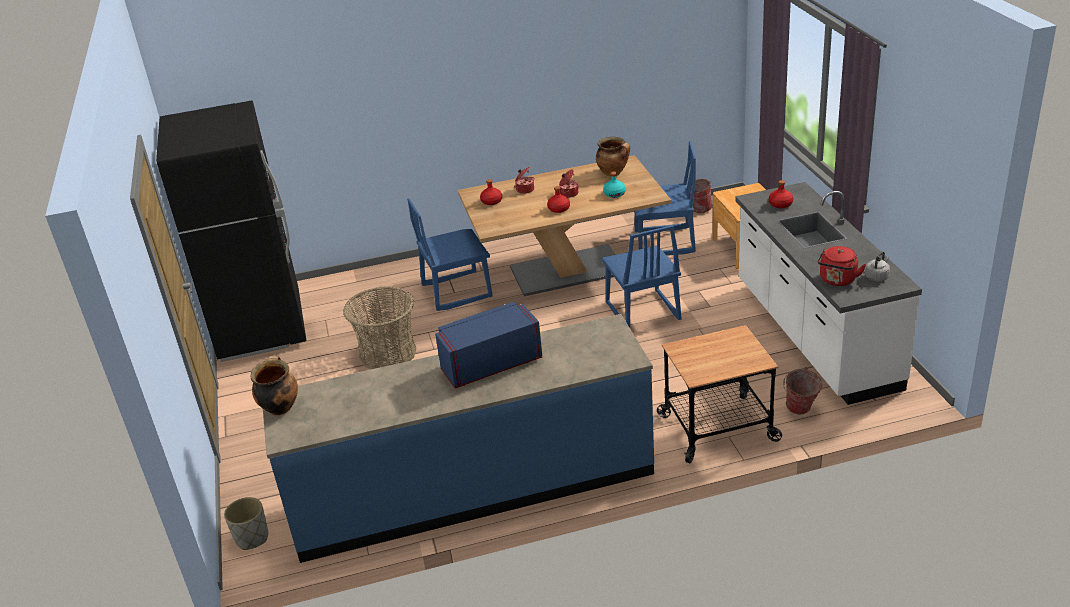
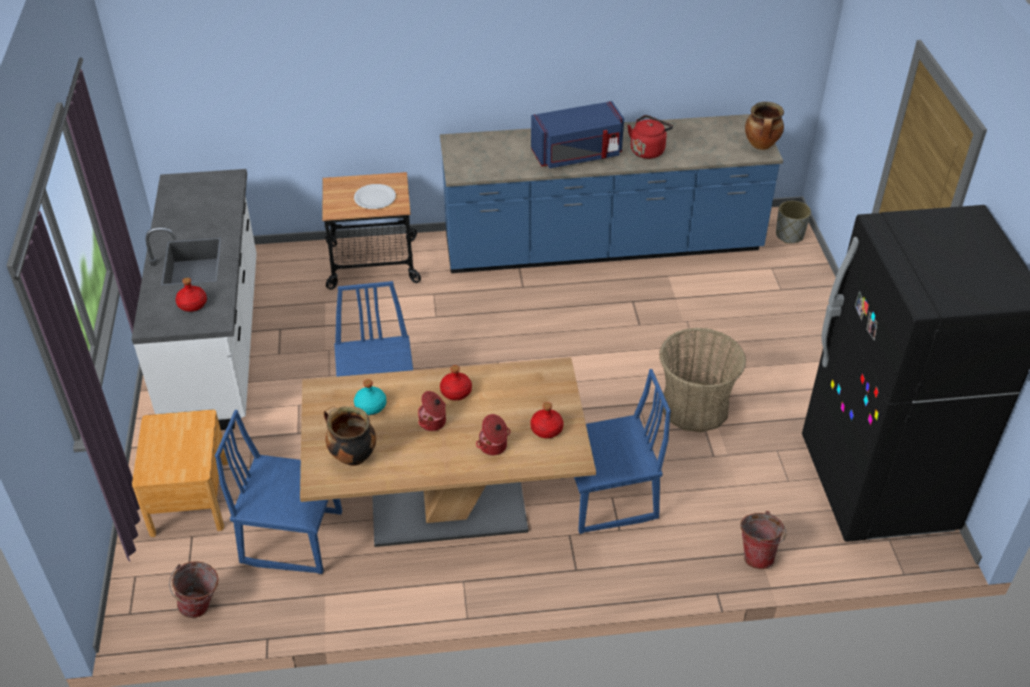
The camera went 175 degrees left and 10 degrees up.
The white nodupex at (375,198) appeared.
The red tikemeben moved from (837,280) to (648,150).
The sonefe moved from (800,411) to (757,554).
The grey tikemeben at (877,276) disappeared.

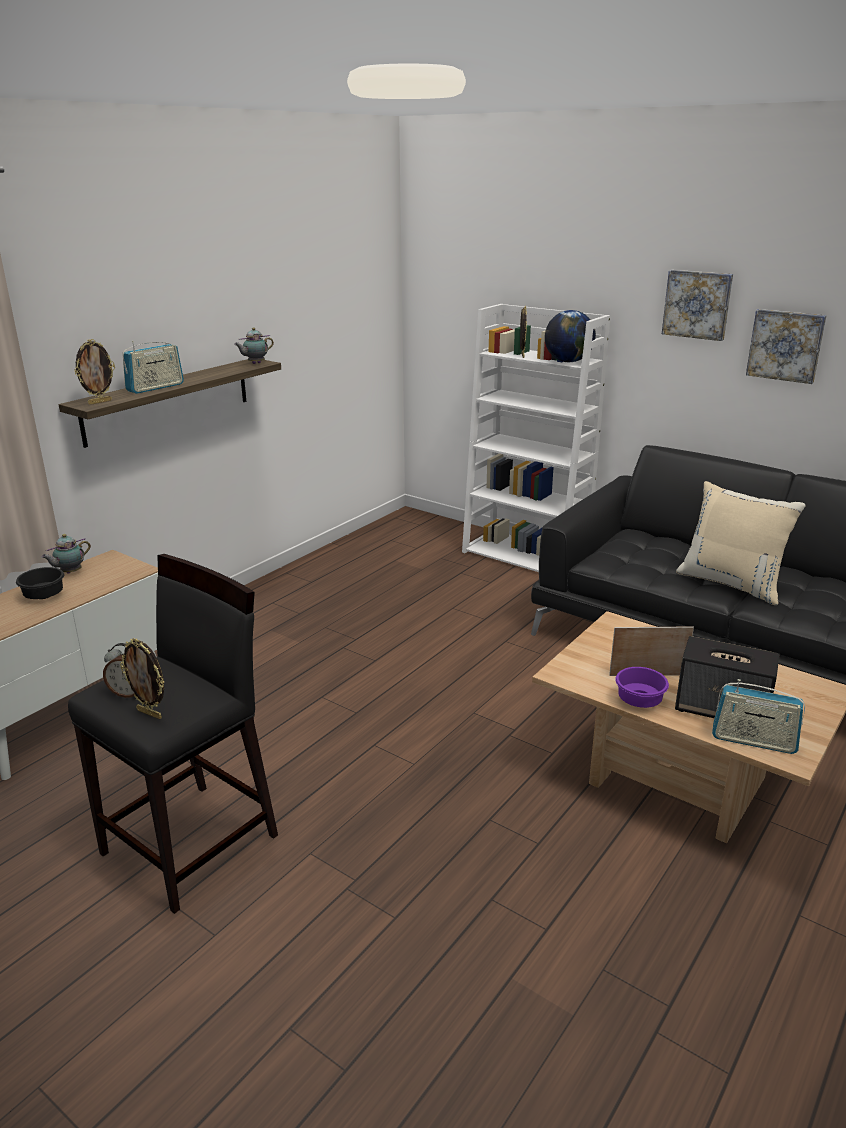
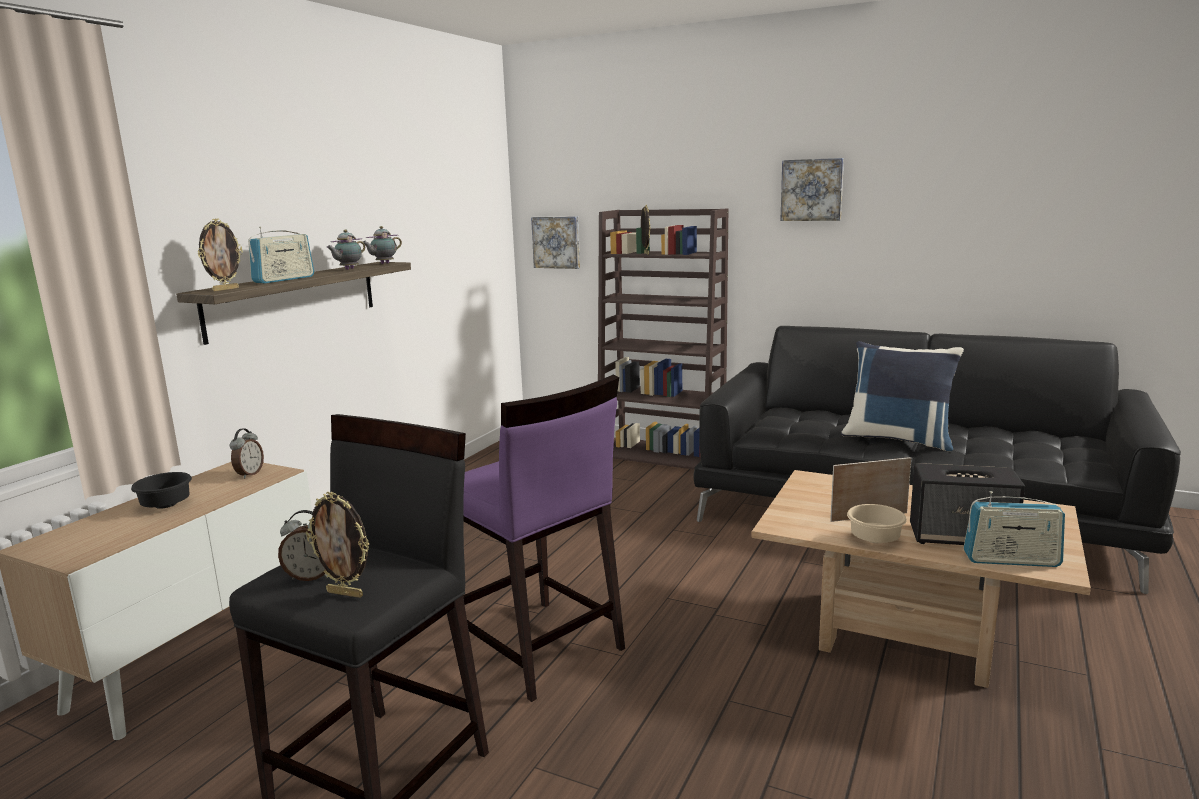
The camera went 10 degrees left and 10 degrees down.
The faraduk at (249,474) appeared.
The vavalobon moved from (70,572) to (348,269).
The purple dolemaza at (539,649) appeared.
The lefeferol moved from (786,345) to (557,242).
The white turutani at (526,556) became the brown turutani at (663,456).
The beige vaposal at (731,583) became the blue vaposal at (898,439).
The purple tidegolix at (641,701) became the beige tidegolix at (876,539).
The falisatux at (568,361) disappeared.

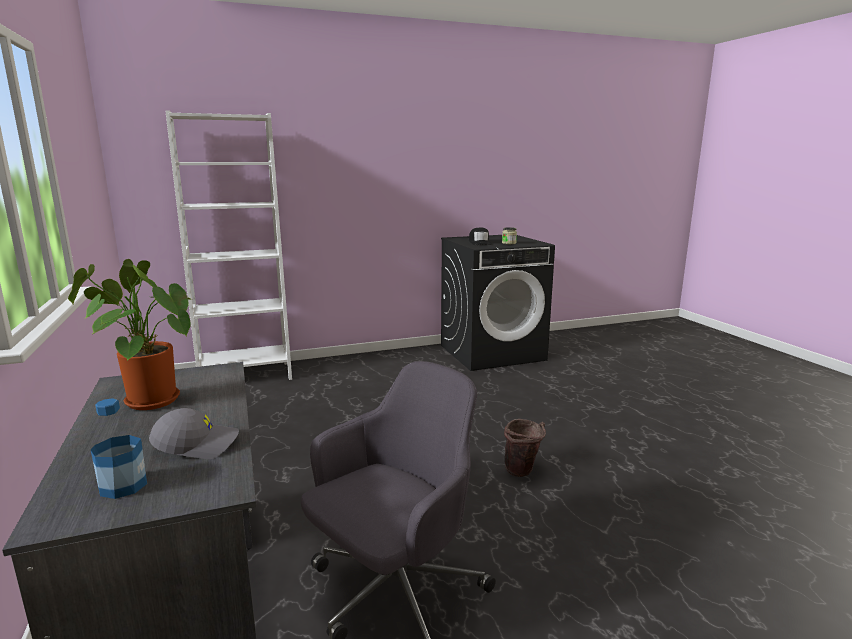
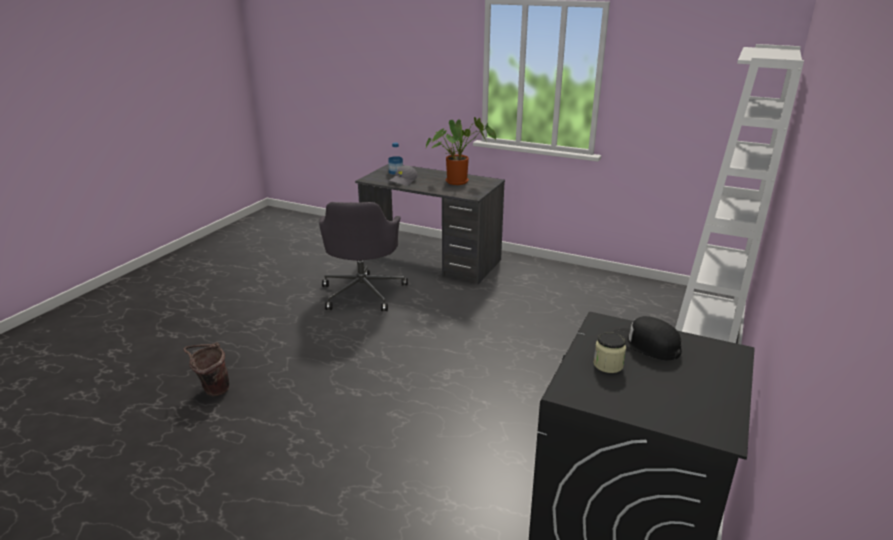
The camera went 135 degrees right and 10 degrees up.
The brown sonefe moved from (522,472) to (212,390).

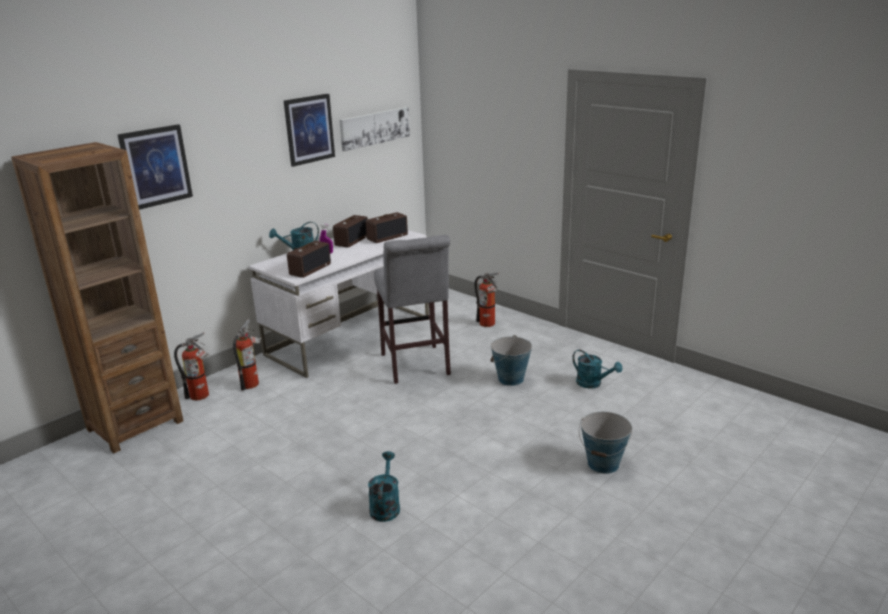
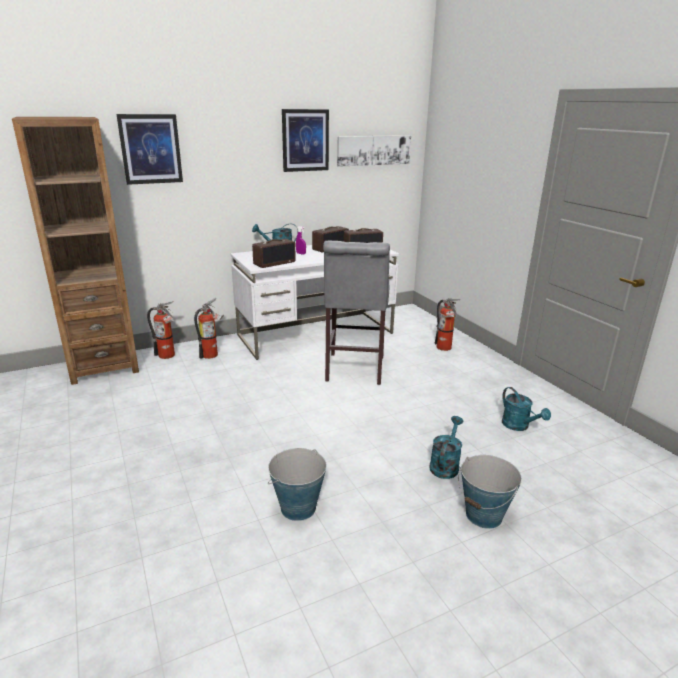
The camera went 20 degrees right and 0 degrees up.
The sonefe moved from (510,379) to (298,508).
The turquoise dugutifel moved from (385,506) to (445,465).

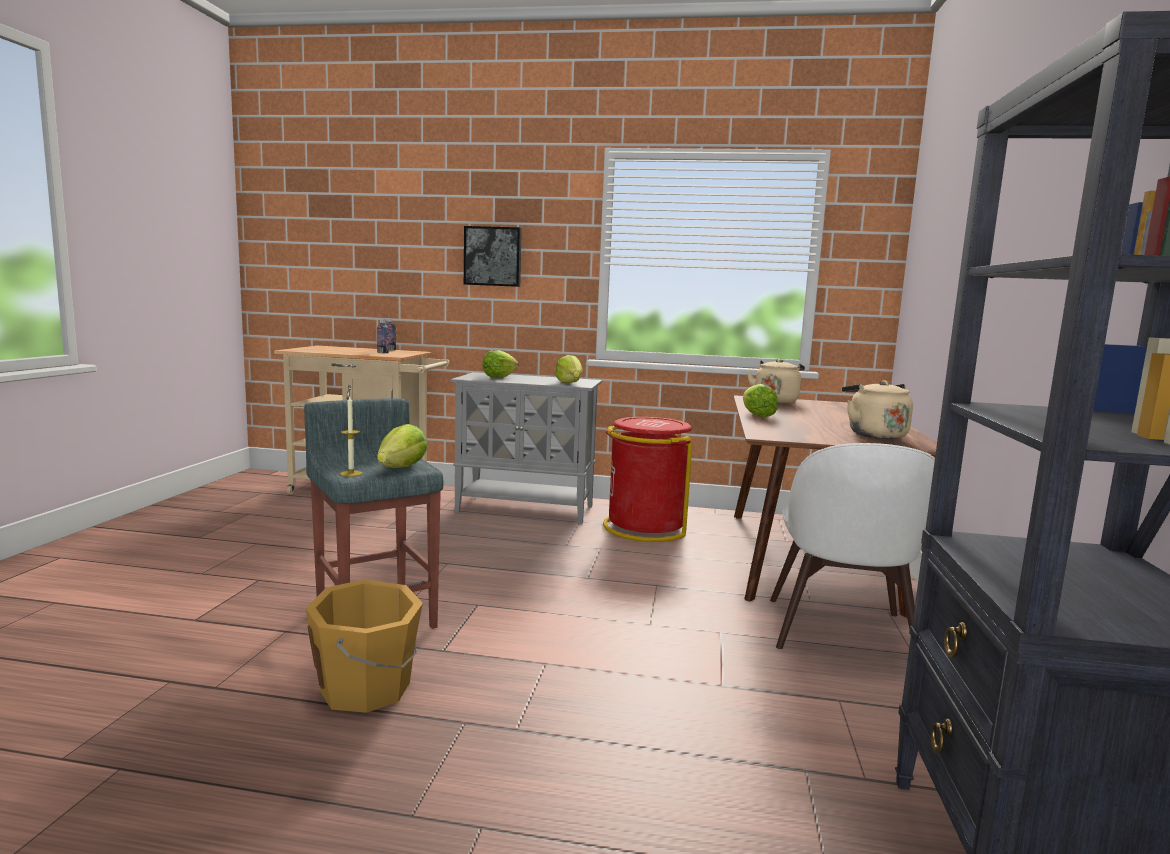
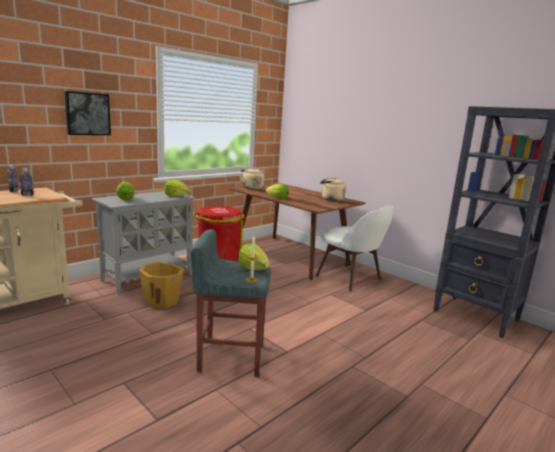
The camera went 55 degrees left and 5 degrees up.
The orange sonefe moved from (367,688) to (163,301).

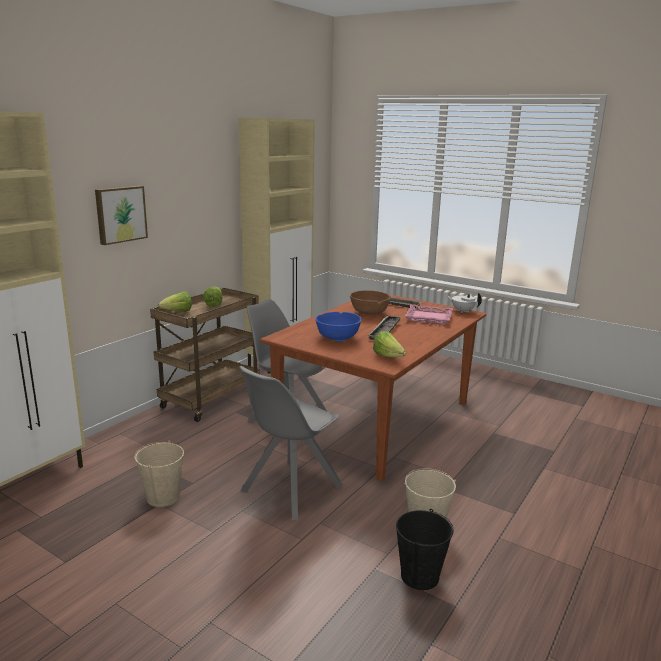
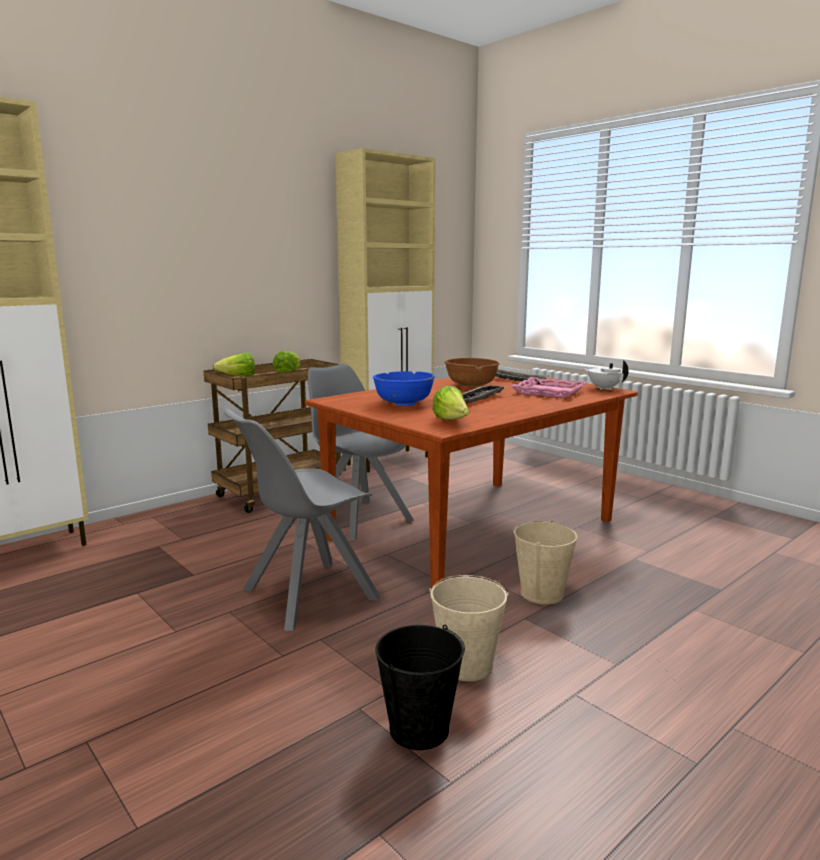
The camera went 15 degrees right and 5 degrees down.
The beige sonefe moved from (163,497) to (542,594).
The lefeferol at (120,214) disappeared.

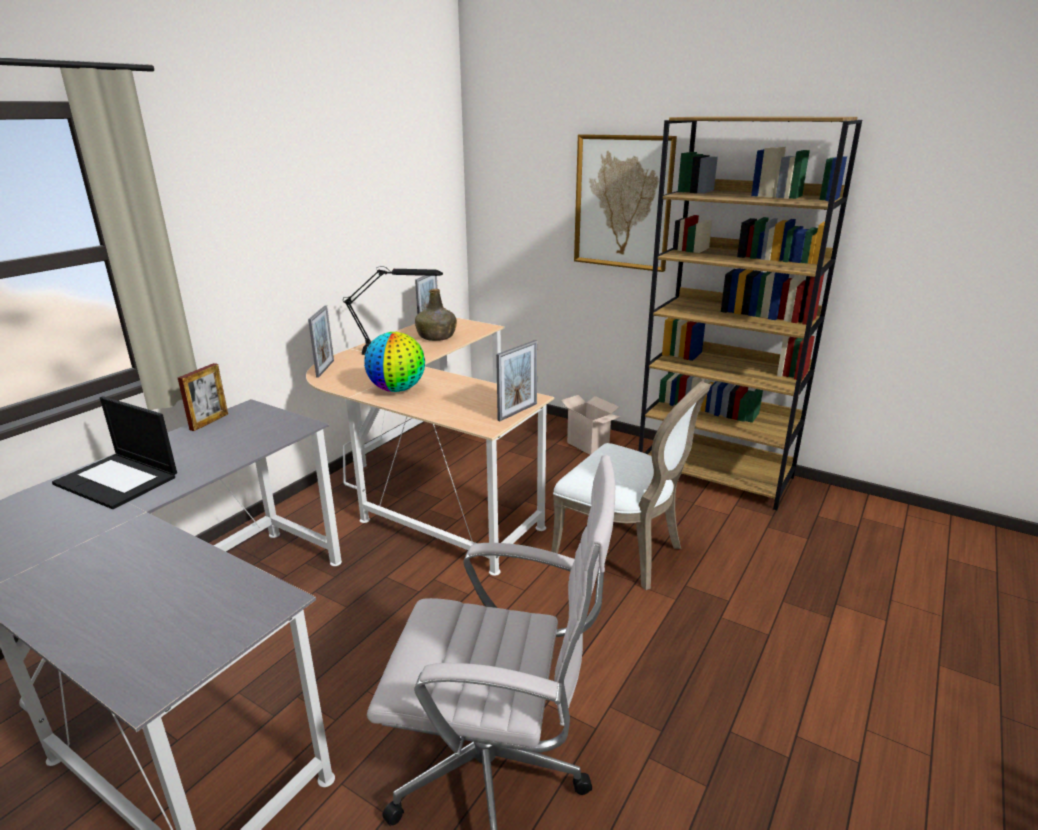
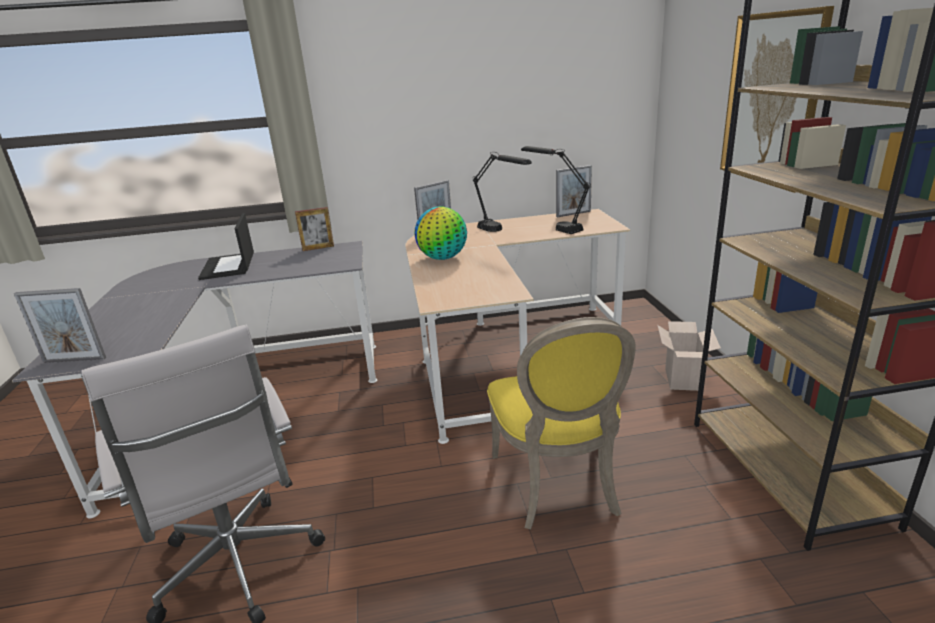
The camera went 50 degrees right and 0 degrees up.
The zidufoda moved from (517,412) to (74,360).
The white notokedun at (623,552) became the yellow notokedun at (559,486).
The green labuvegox at (437,337) was replaced by the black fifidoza at (554,226).

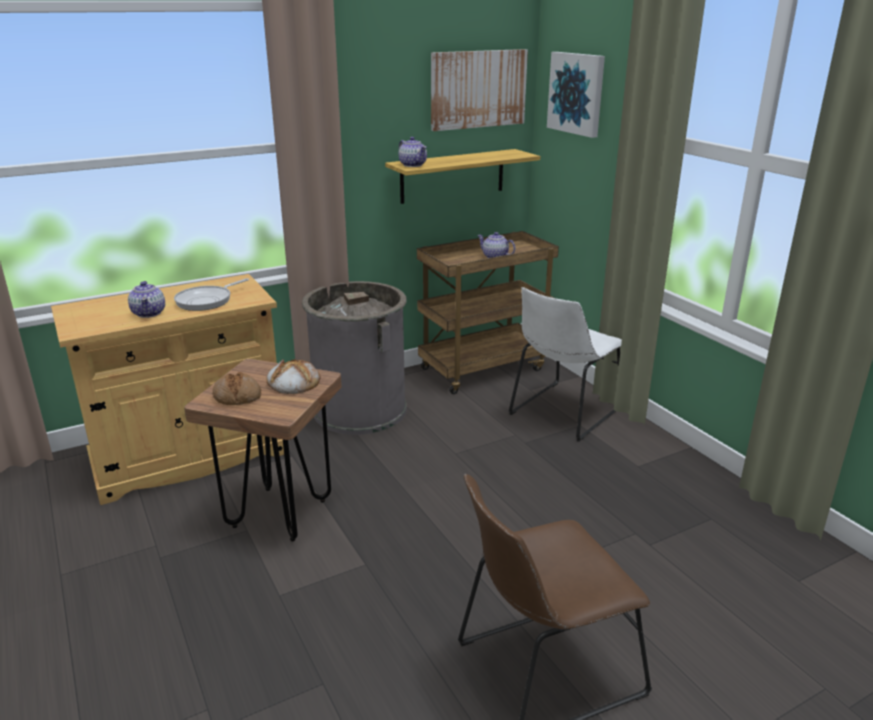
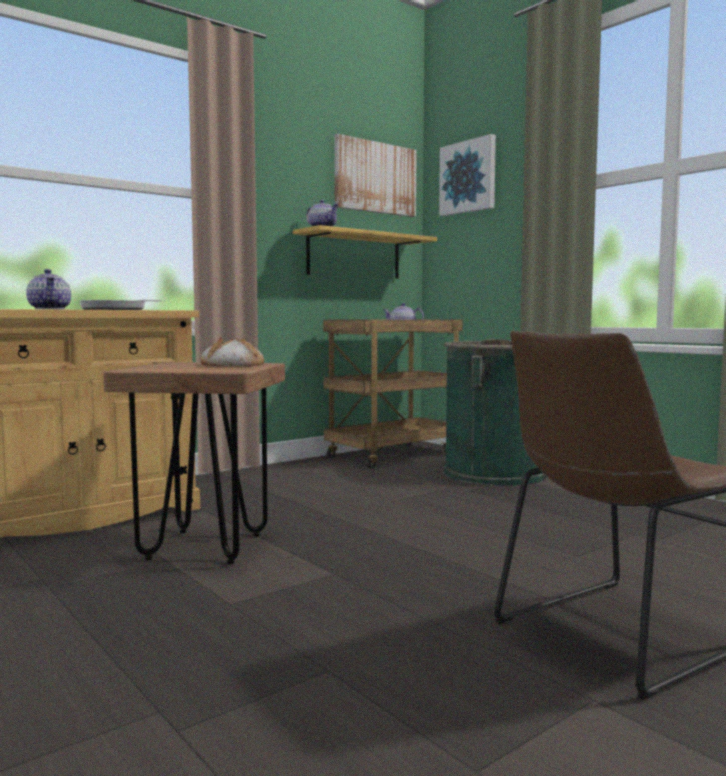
The camera went 10 degrees left and 20 degrees down.
The white notokedun at (563,412) was replaced by the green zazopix at (494,473).
The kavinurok at (237,396) disappeared.
The grey zazopix at (360,410) disappeared.

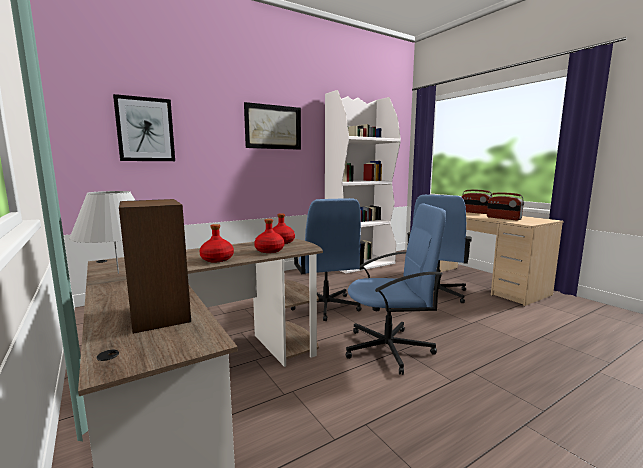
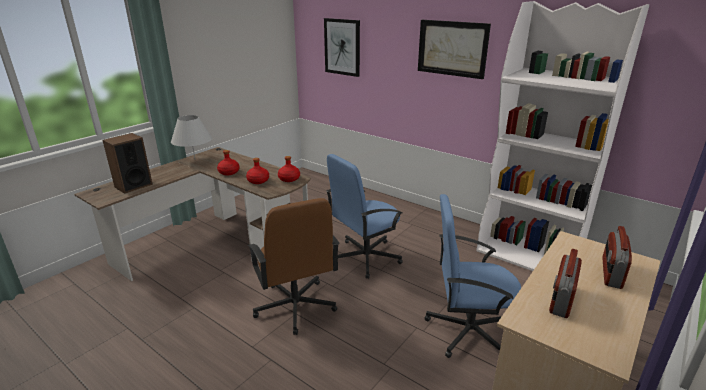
The camera went 70 degrees right and 15 degrees up.
The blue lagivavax at (389,349) became the brown lagivavax at (295,306).

